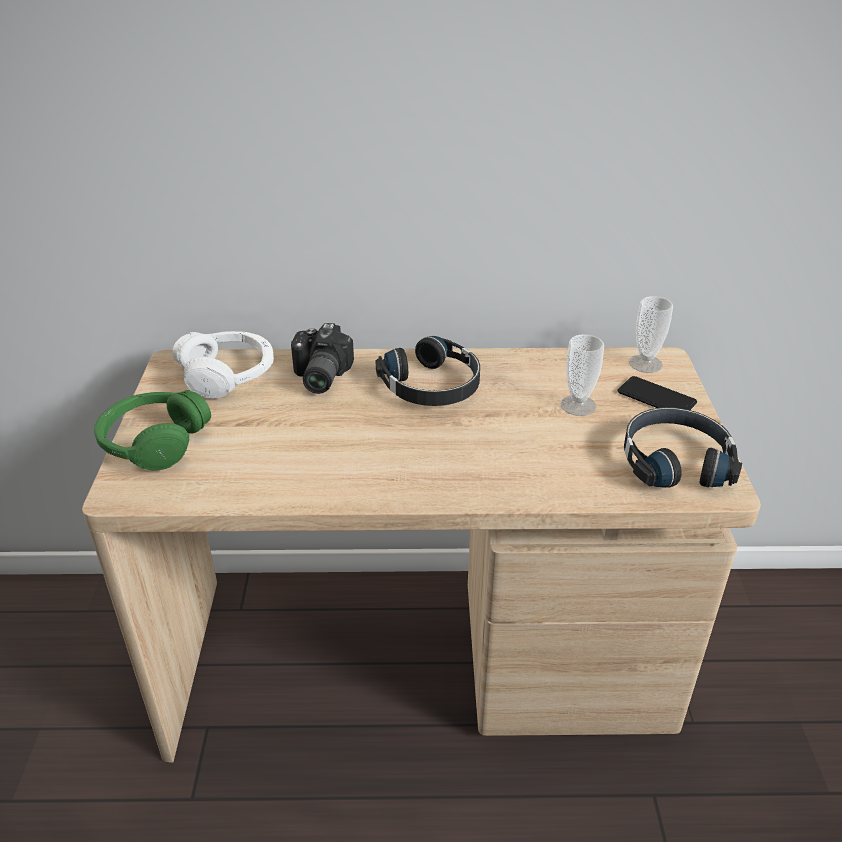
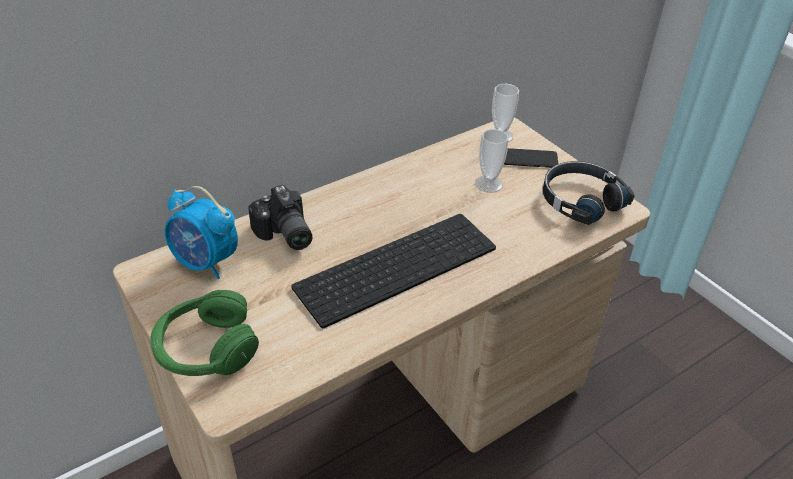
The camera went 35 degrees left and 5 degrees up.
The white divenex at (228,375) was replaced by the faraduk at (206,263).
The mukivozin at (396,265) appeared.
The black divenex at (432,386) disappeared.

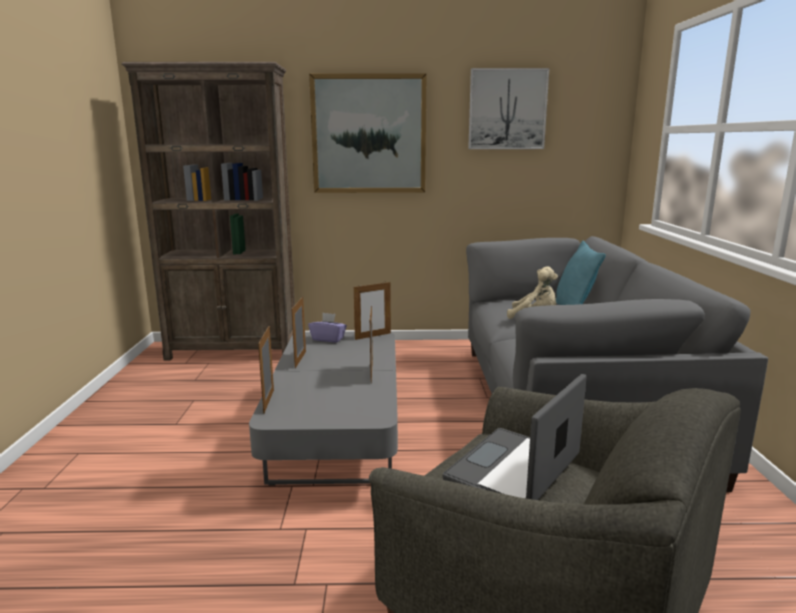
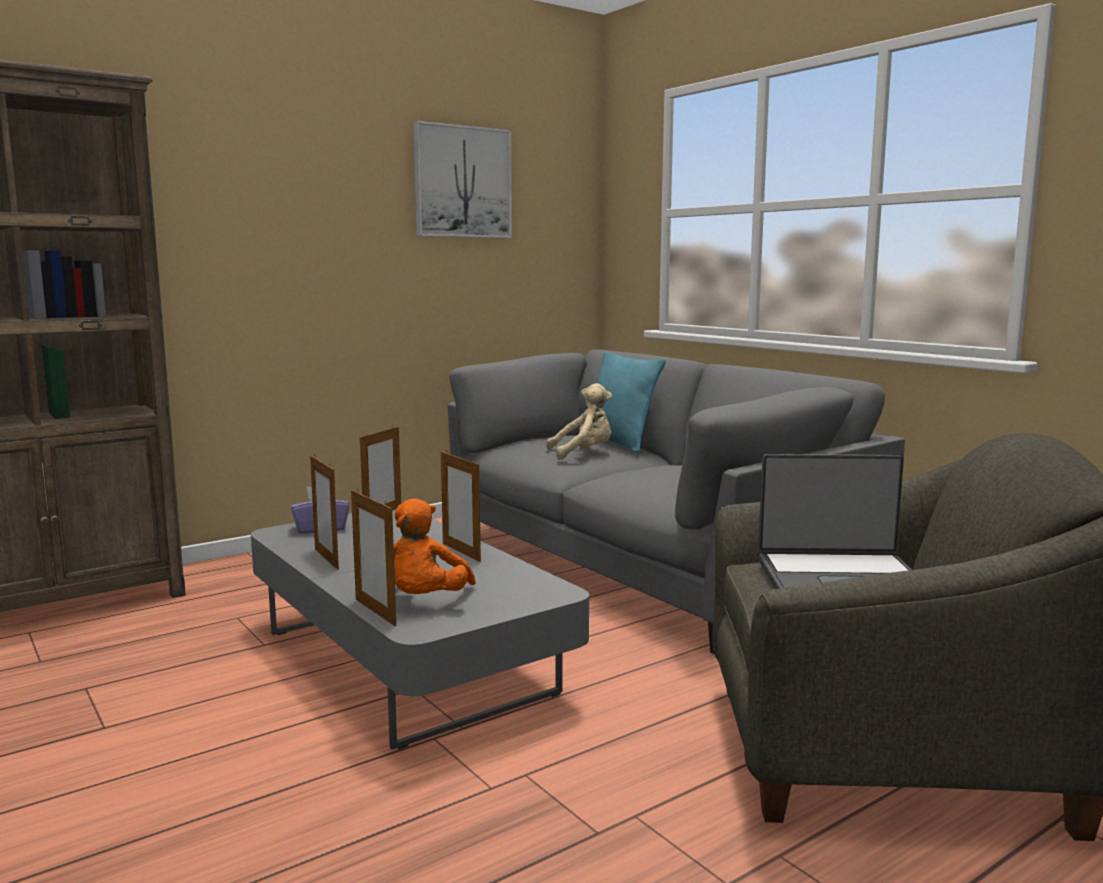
The camera went 35 degrees left and 5 degrees down.
The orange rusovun at (426,600) appeared.
The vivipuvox at (515,471) turned 90 degrees counterclockwise.
The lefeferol at (369,134) disappeared.

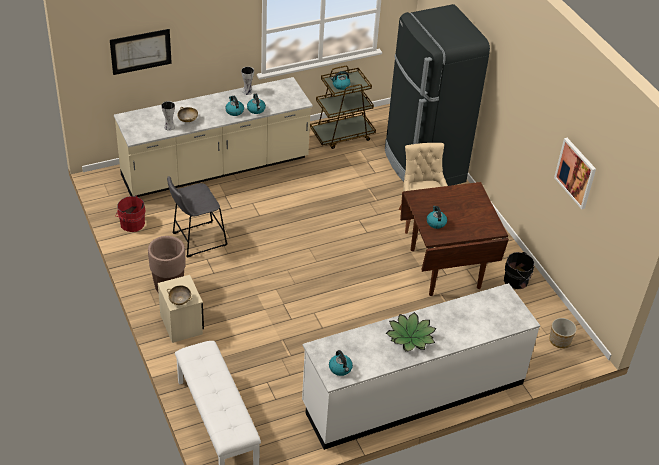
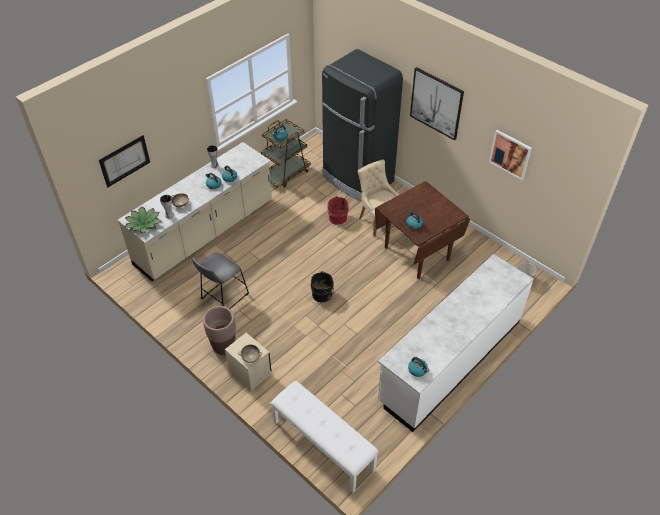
The camera went 20 degrees left and 5 degrees up.
The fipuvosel moved from (410,337) to (144,224).
The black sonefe moved from (517,280) to (323,294).
The red sonefe moved from (131,223) to (337,218).
The lefeferol at (436,103) appeared.

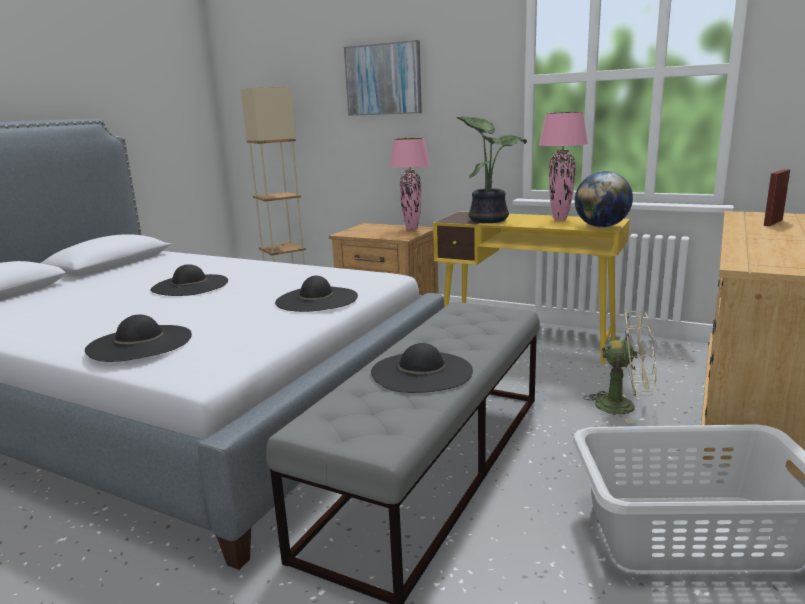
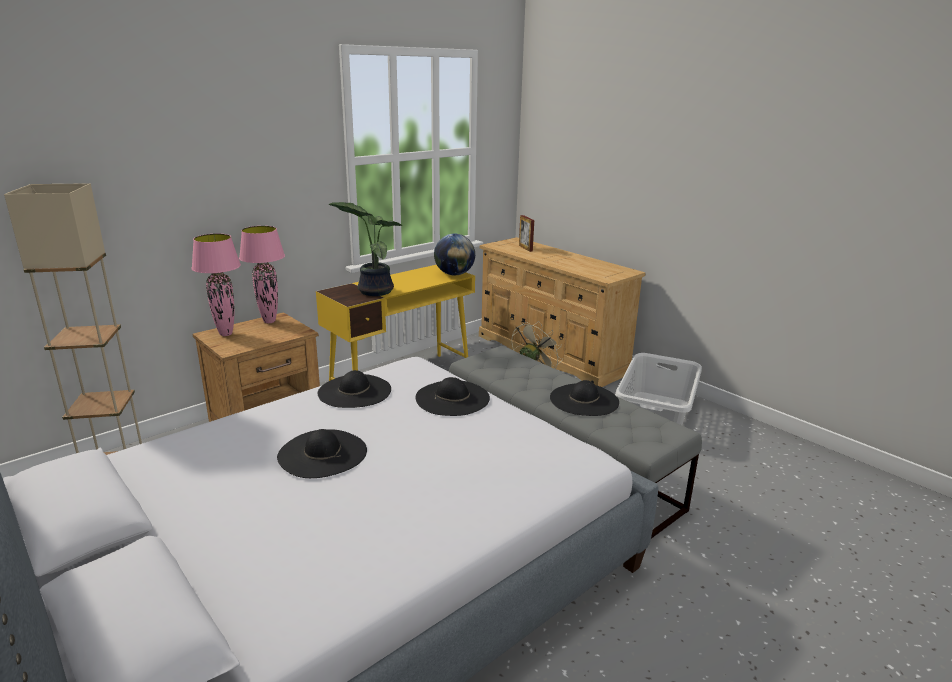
The camera went 70 degrees left and 5 degrees up.
The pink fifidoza moved from (559,219) to (226,334).
The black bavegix moved from (140,343) to (354,391).
The lefeferol at (383,79) disappeared.

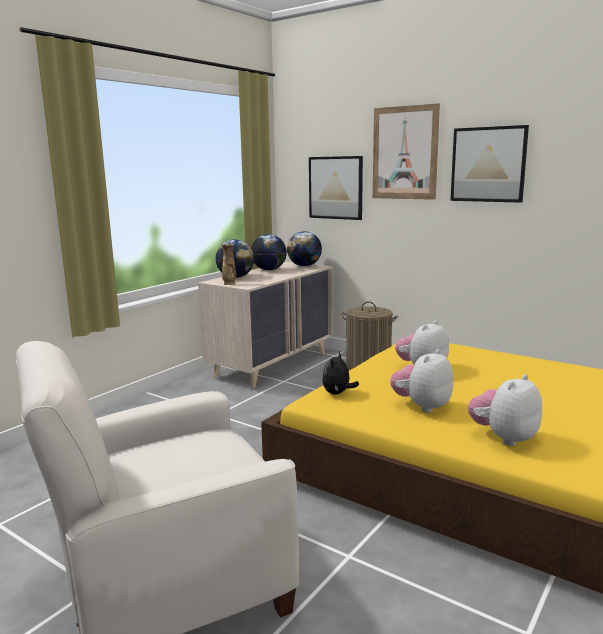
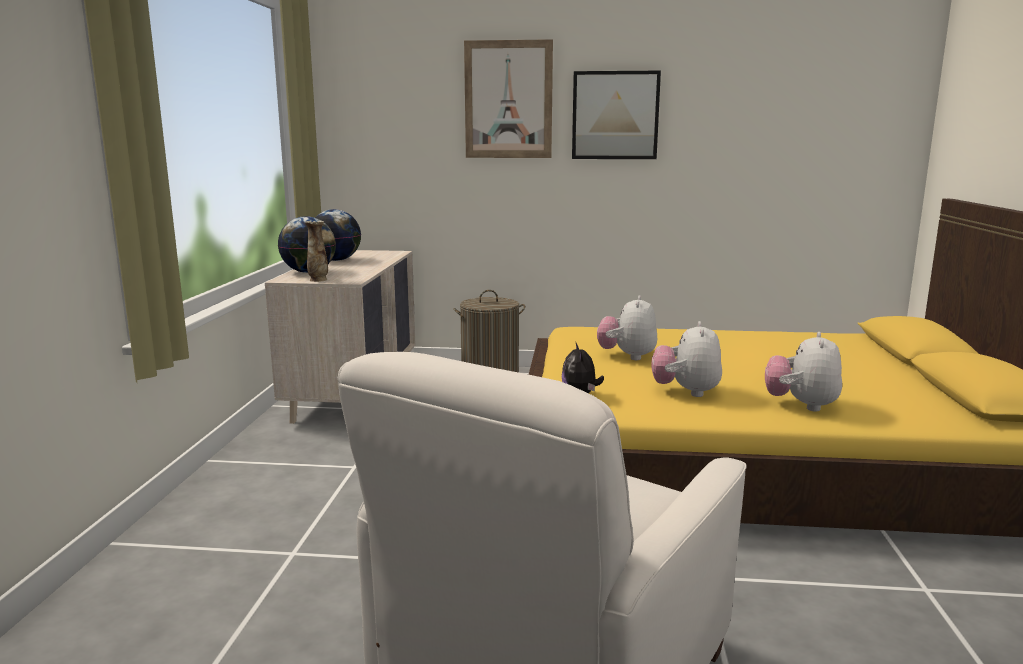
The camera went 30 degrees left and 0 degrees up.
The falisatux at (304,266) disappeared.
The lefeferol at (335,188) disappeared.

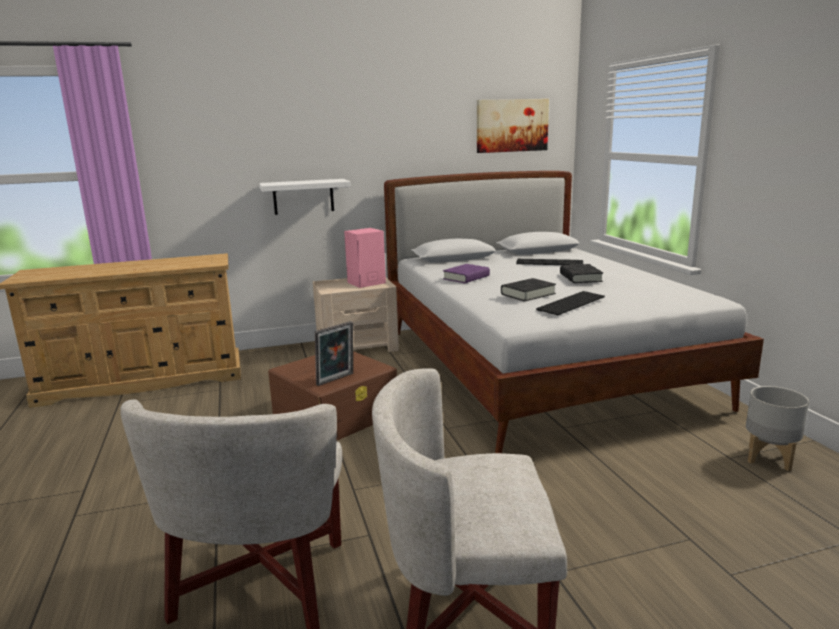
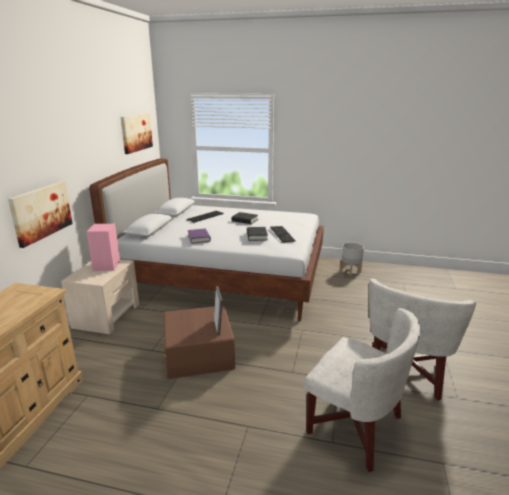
The camera went 60 degrees left and 5 degrees up.
The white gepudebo at (303,196) was replaced by the lefeferol at (41,212).

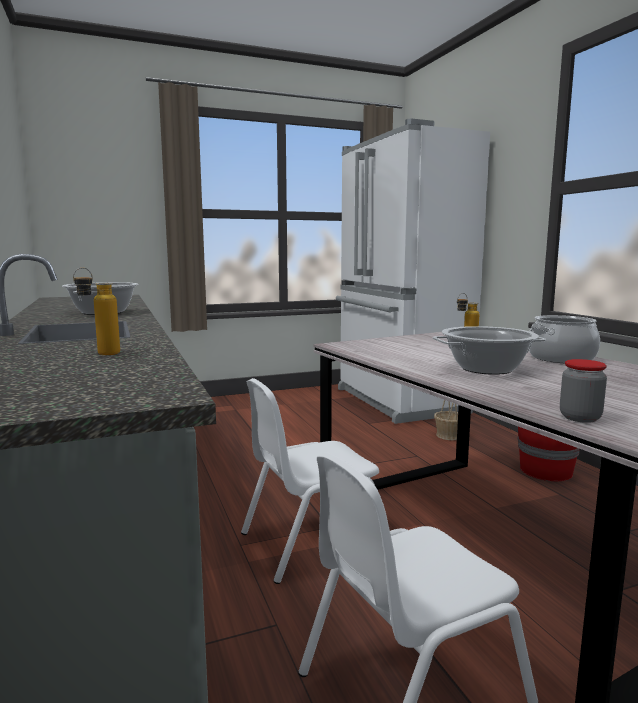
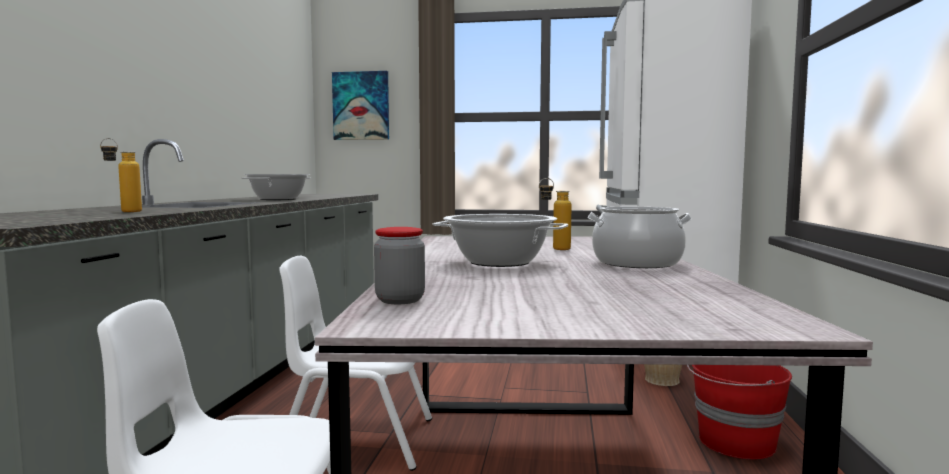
The camera went 30 degrees right and 5 degrees down.
The lefeferol at (361,106) appeared.

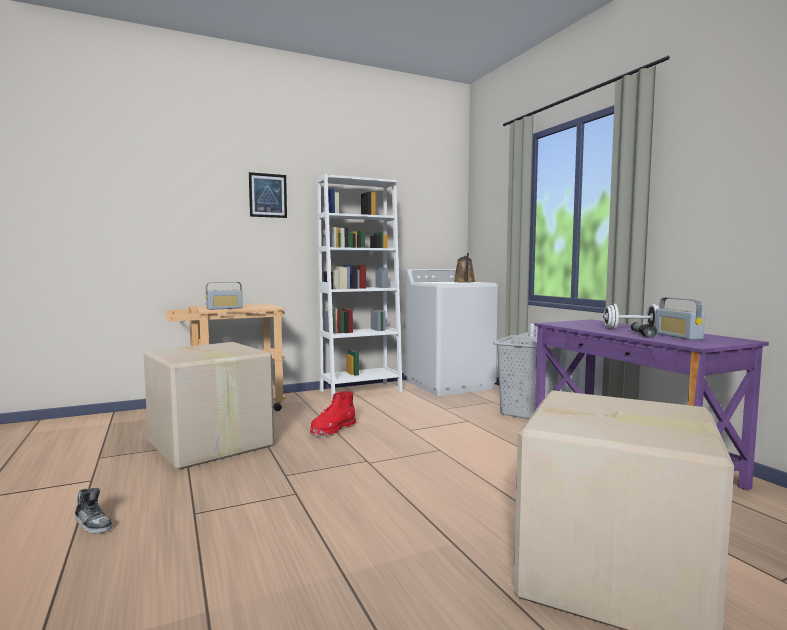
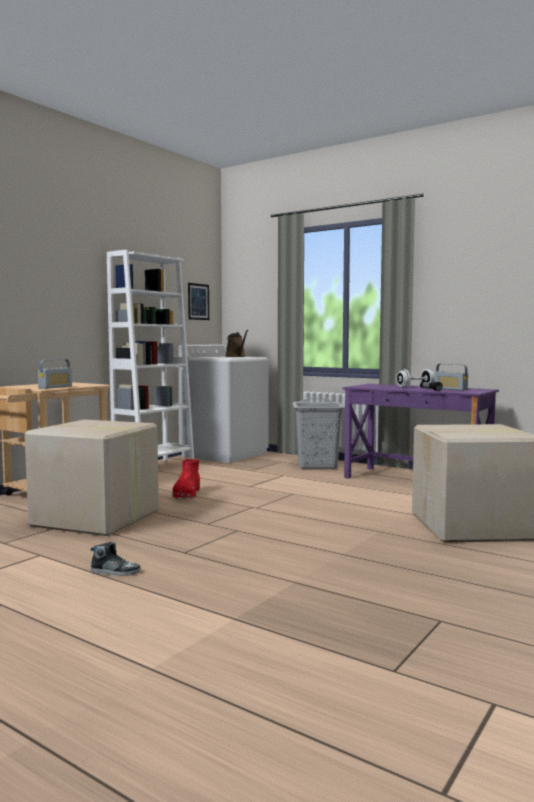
The camera went 30 degrees left and 0 degrees up.
The lefeferol moved from (268,195) to (198,301).

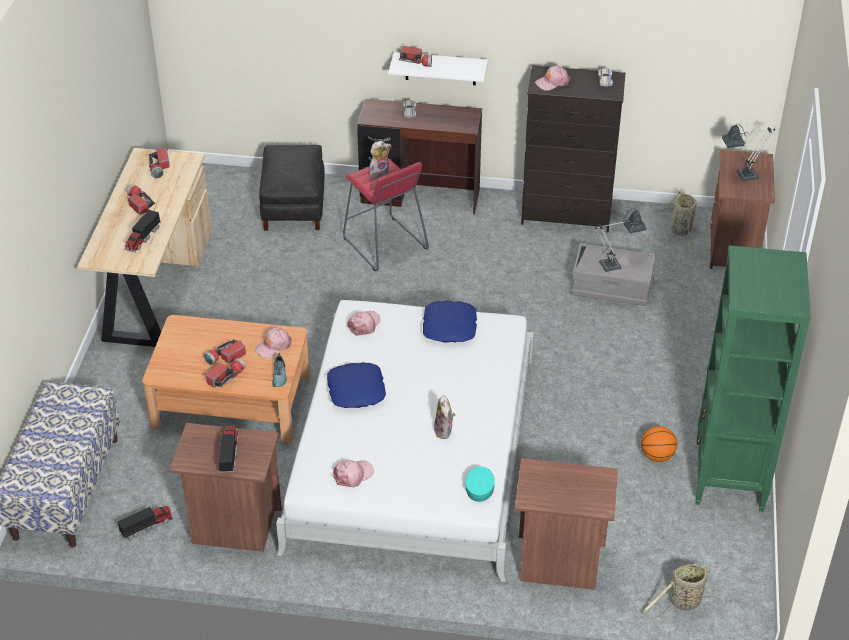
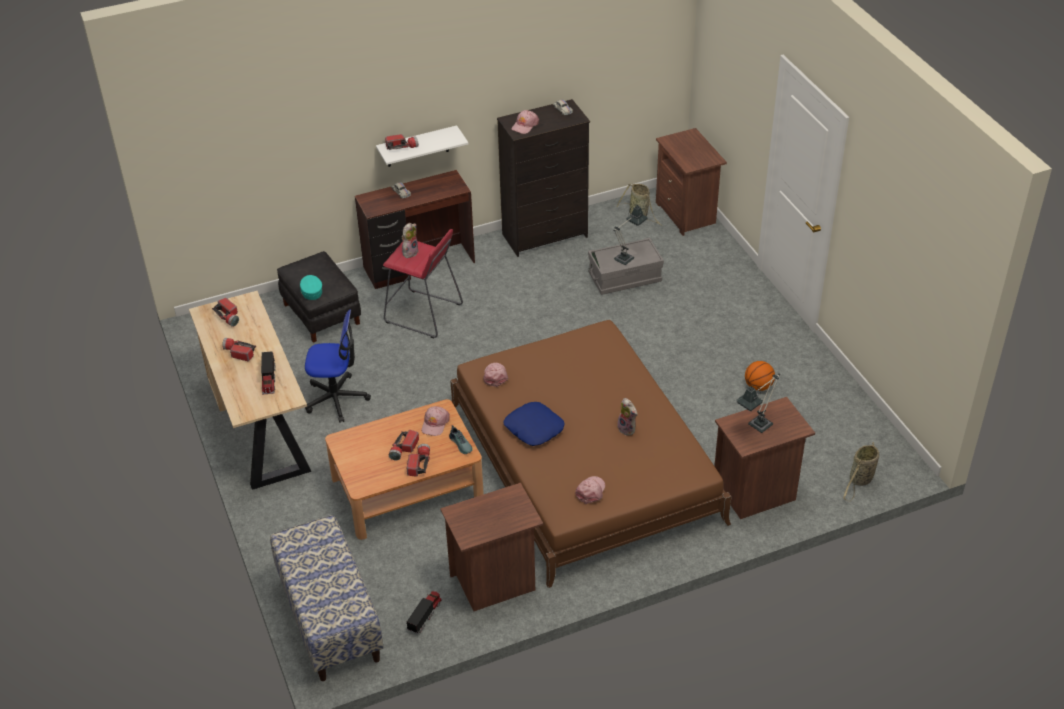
The camera went 30 degrees left and 0 degrees up.
The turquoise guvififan moved from (480,488) to (311,291).
The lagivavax at (336,399) appeared.
The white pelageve at (413,452) became the brown pelageve at (584,463).
The fifidoza moved from (742,176) to (756,427).
The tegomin at (229,454) disappeared.
The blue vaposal at (450,327) disappeared.
The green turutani at (728,476) disappeared.

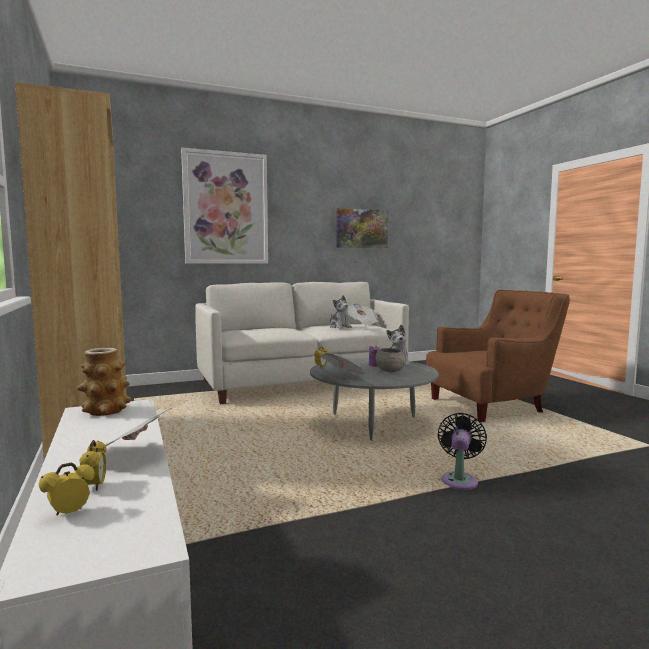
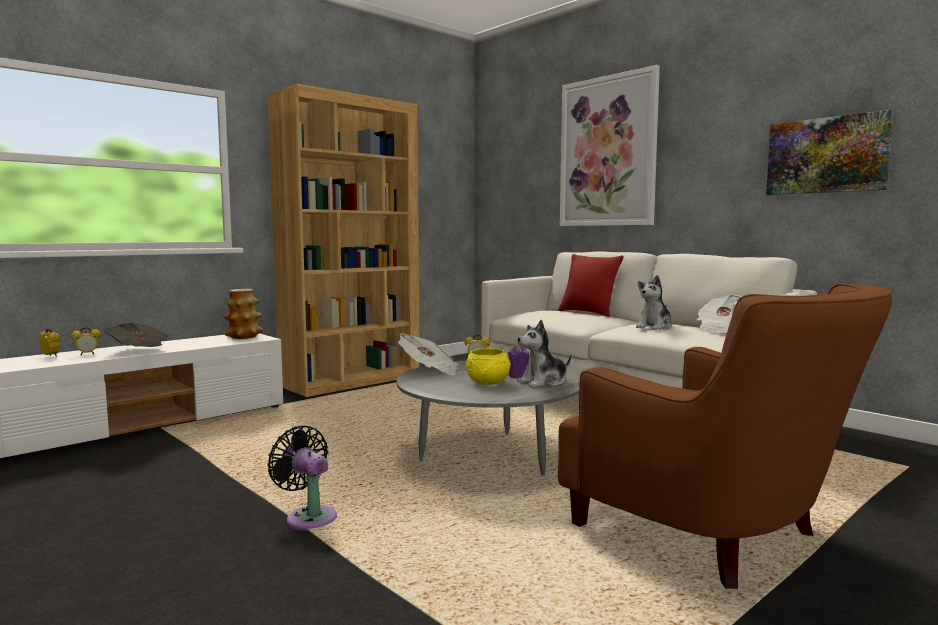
The camera went 70 degrees right and 0 degrees up.
The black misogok at (459,479) turned 135 degrees counterclockwise.
The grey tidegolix at (390,370) became the yellow tidegolix at (488,382).
The red vaposal at (588,313) appeared.

